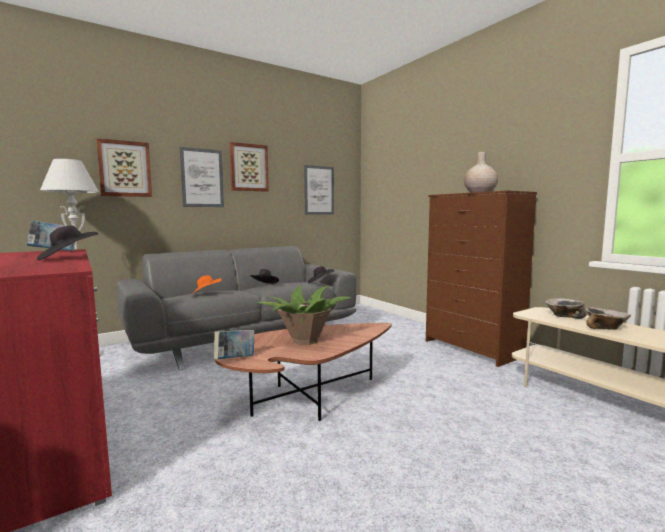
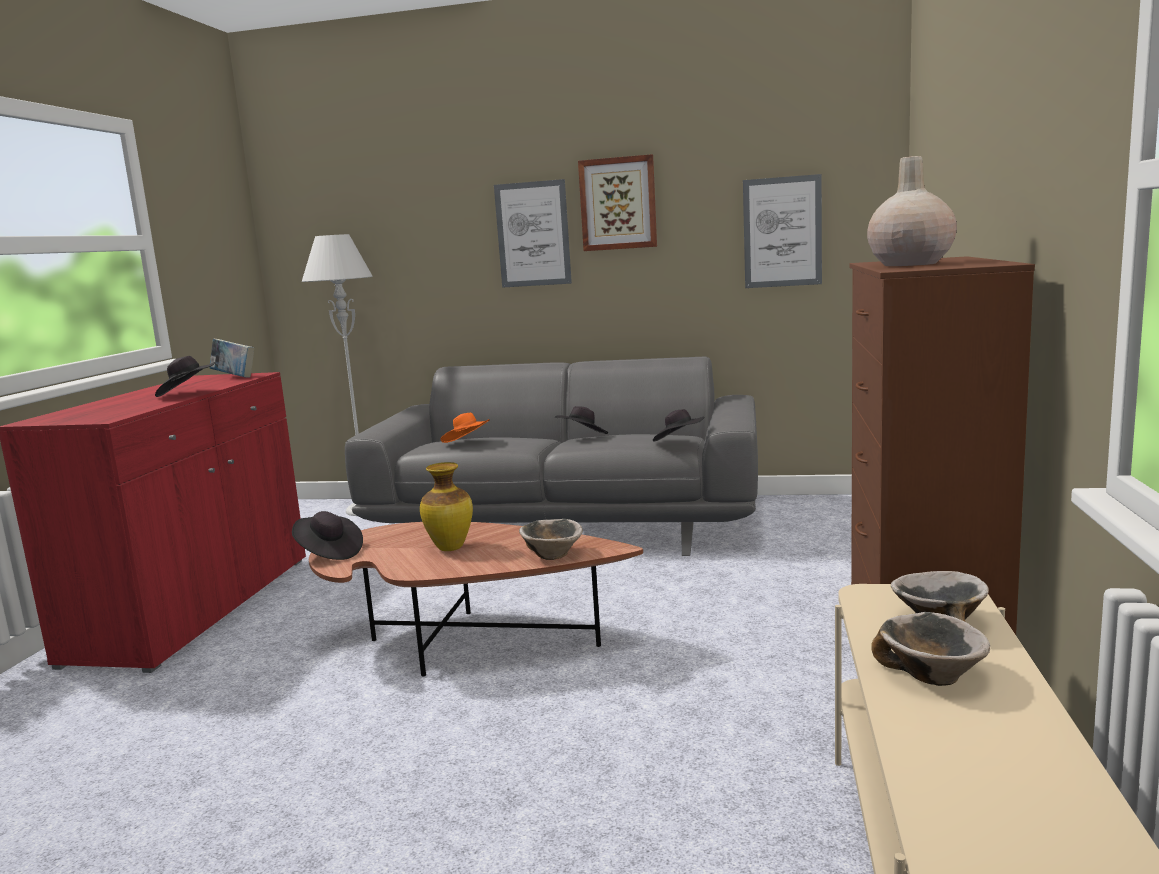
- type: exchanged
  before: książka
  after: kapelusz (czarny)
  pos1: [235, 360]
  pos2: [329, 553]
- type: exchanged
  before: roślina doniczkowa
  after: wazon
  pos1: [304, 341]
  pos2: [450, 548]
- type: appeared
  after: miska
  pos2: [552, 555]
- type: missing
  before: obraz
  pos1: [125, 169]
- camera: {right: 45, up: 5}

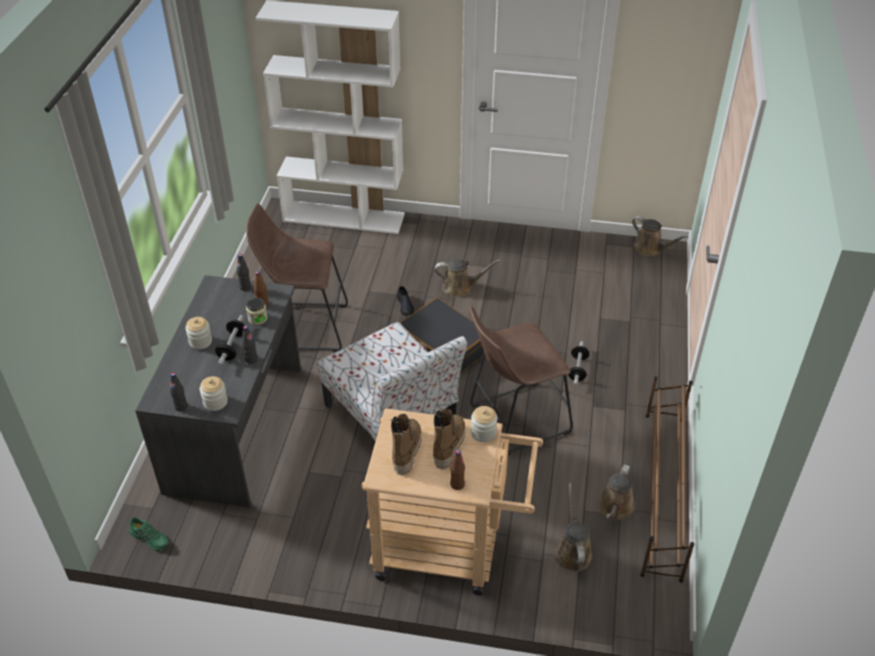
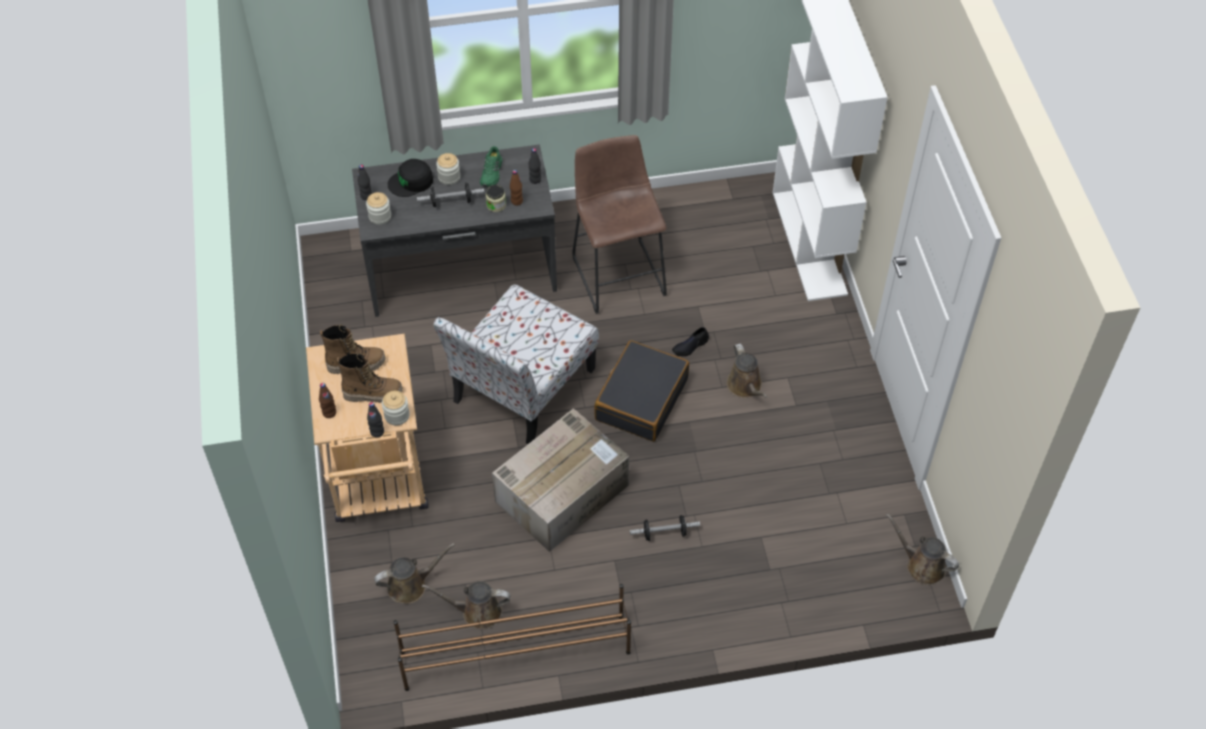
- type: relocated
  before: butelka (czarny)
  pos1: [251, 359]
  pos2: [377, 432]
- type: appeared
  after: czapka z daszkiem (czarny)
  pos2: [411, 182]
- type: relocated
  before: but (zielony)
  pos1: [150, 538]
  pos2: [492, 173]
- type: exchanged
  before: stołek (brązowy)
  after: karton
  pos1: [514, 420]
  pos2: [563, 492]
- type: spun
  before: konewka (brązowy)
  pos1: [650, 248]
  pos2: [922, 565]
  turn: 105
- camera: {right: 70, up: 10}

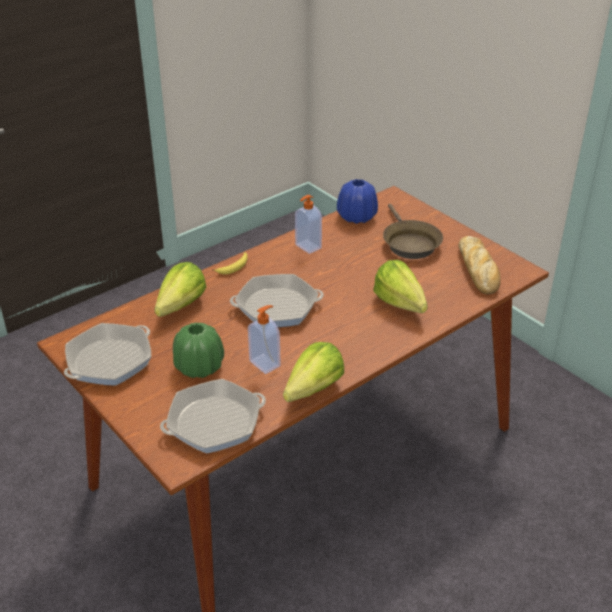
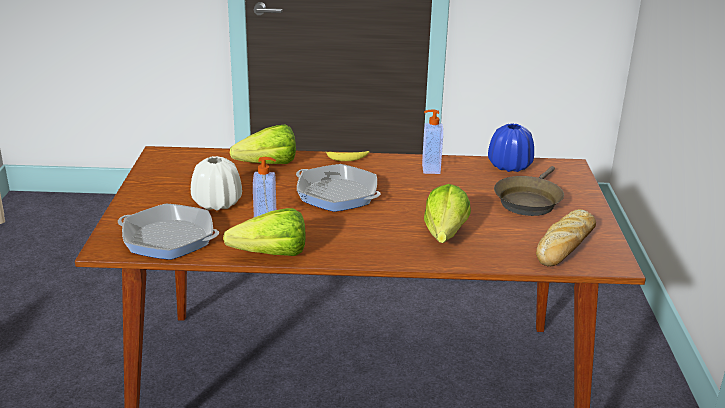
- type: colour
  before: wazon (zielony)
  after: wazon (biały)
  pos1: [199, 367]
  pos2: [217, 203]
- type: missing
  before: patelnia
  pos1: [110, 360]
- camera: {right: 40, up: -10}

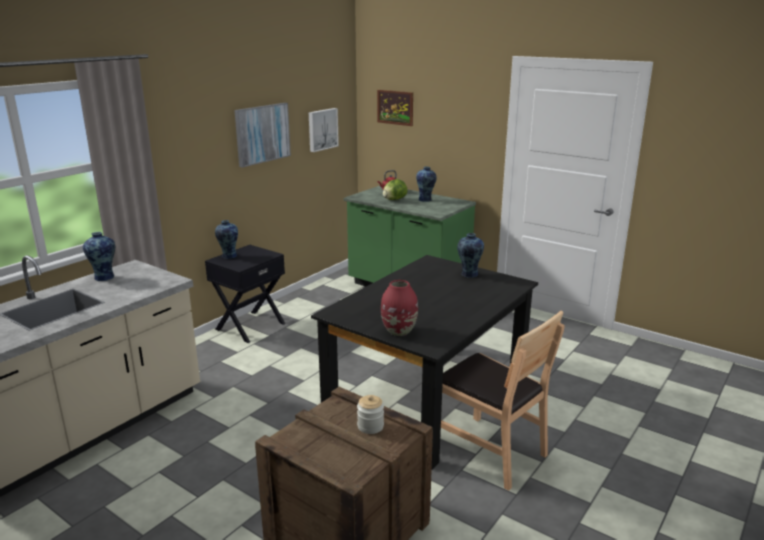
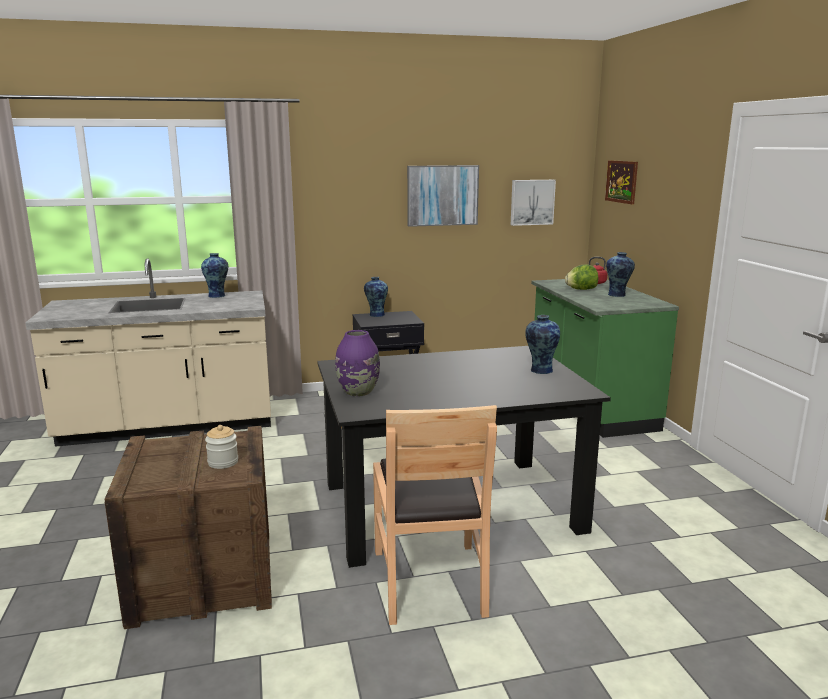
- type: colour
  before: wazon (czerwony)
  after: wazon (fioletowy)
  pos1: [399, 331]
  pos2: [358, 392]
- camera: {right: 40, up: -5}

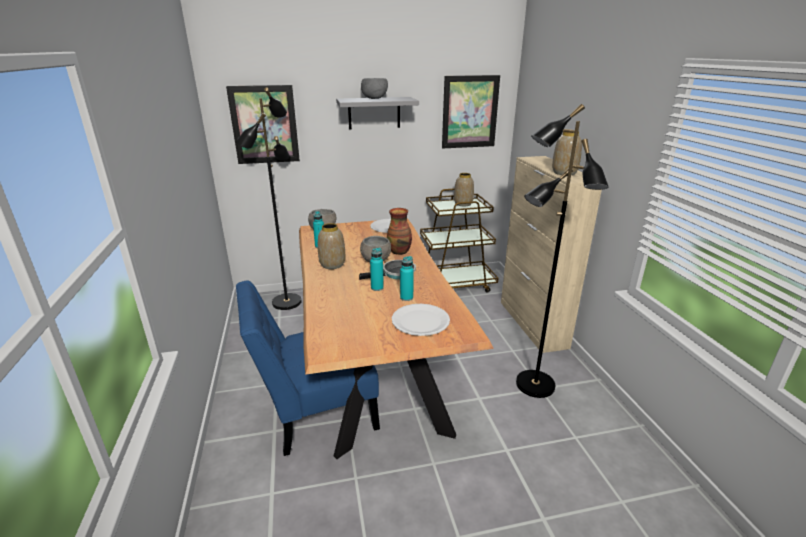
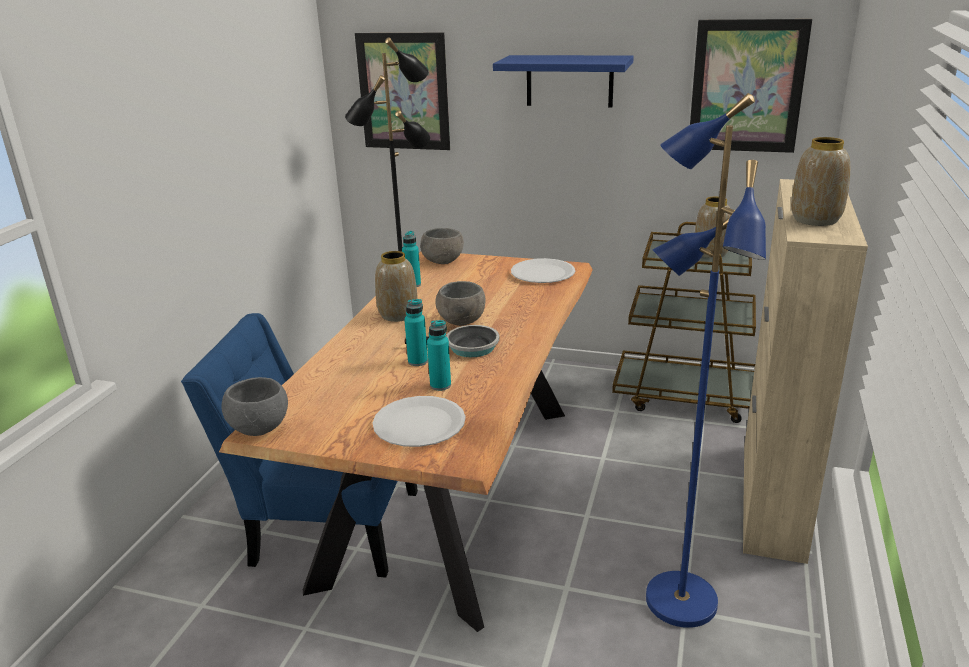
- type: relocated
  before: miska (szary)
  pos1: [374, 98]
  pos2: [259, 428]
- type: colour
  before: półka (szary)
  after: półka (niebieski)
  pos1: [374, 113]
  pos2: [569, 81]
- type: colour
  before: lampa stojąca (czarny)
  after: lampa stojąca (niebieski)
  pos1: [534, 385]
  pos2: [678, 601]
- type: missing
  before: wazon
  pos1: [399, 251]
- camera: {right: 30, up: 0}

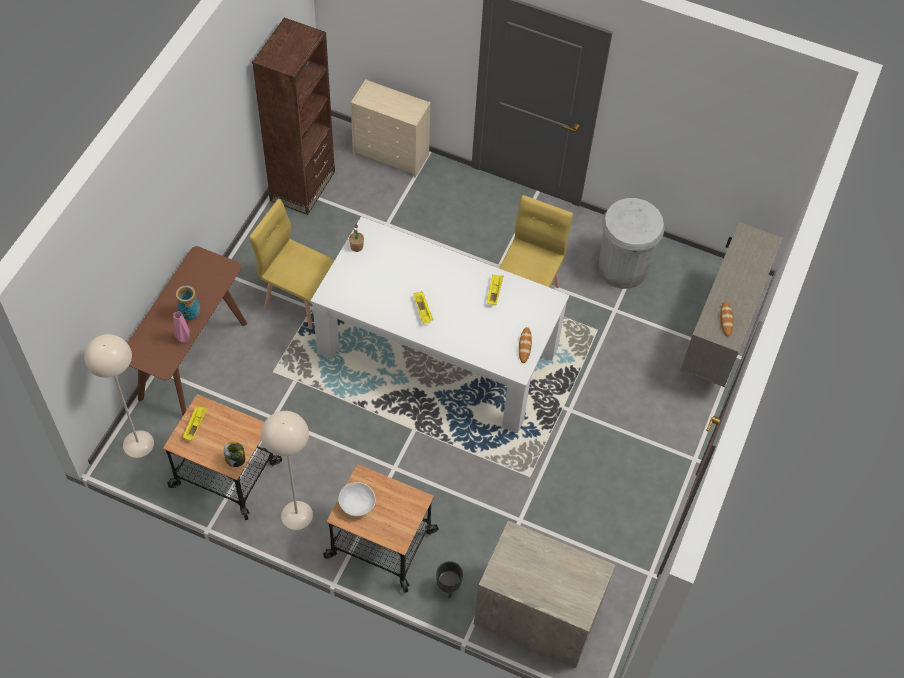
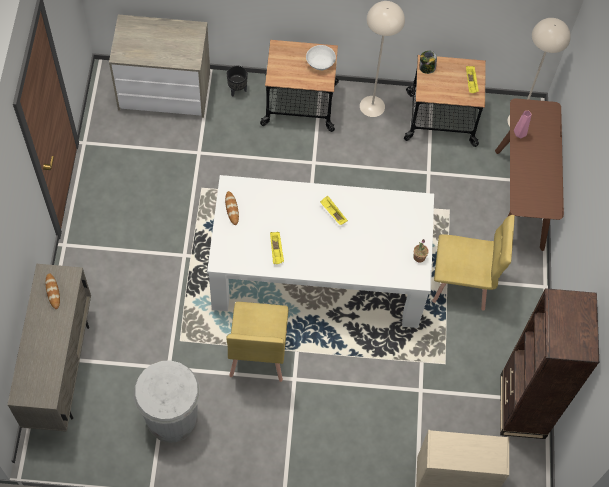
- type: missing
  before: wazon
  pos1: [190, 315]
- camera: {right: 160, up: 5}

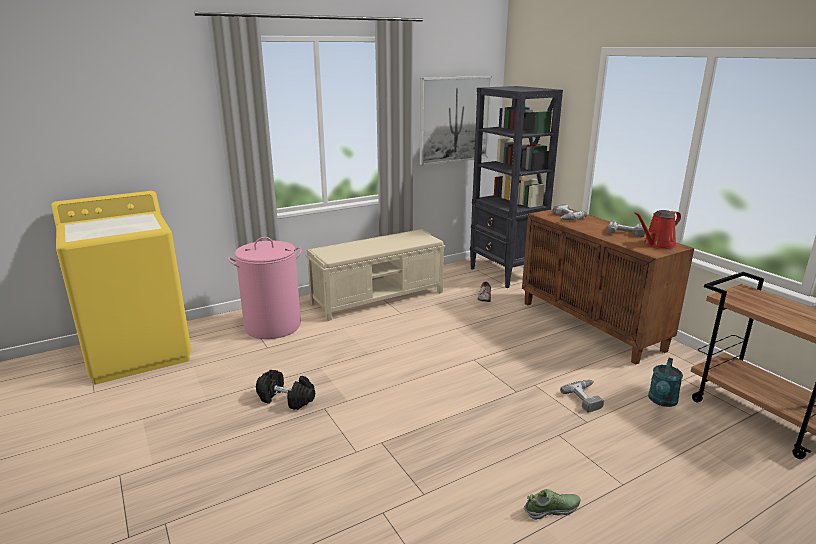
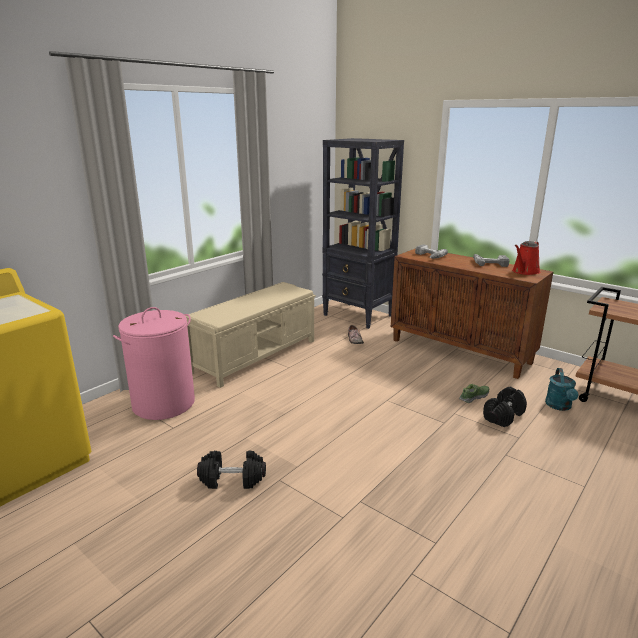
- type: relocated
  before: but
  pos1: [552, 510]
  pos2: [474, 397]
- type: exchanged
  before: wiertarka
  after: hantel (czarny)
  pos1: [587, 398]
  pos2: [503, 416]
- type: missing
  before: obraz
  pos1: [454, 120]
- camera: {right: -20, up: 0}

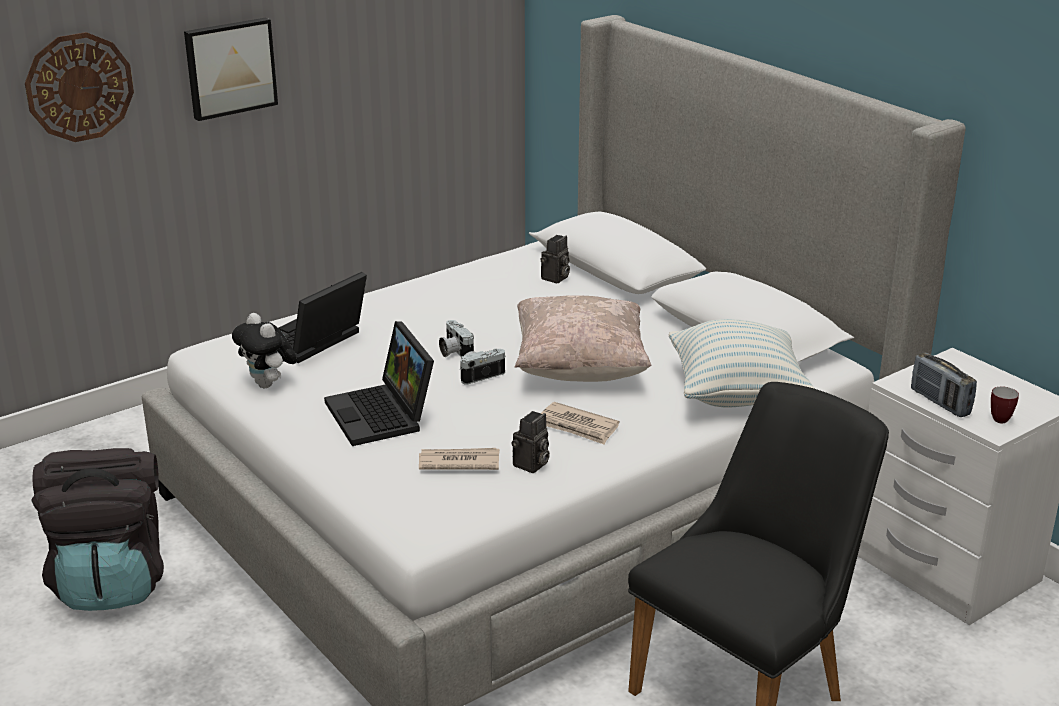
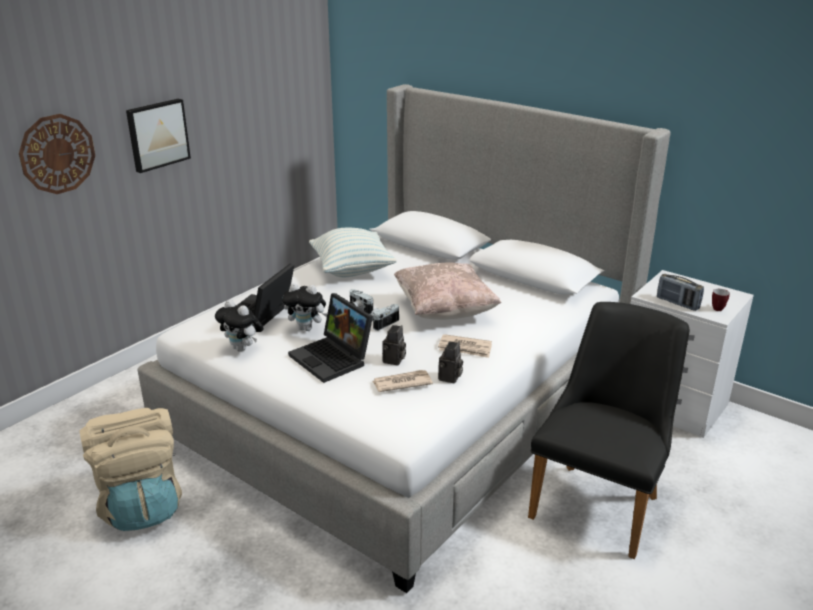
- type: colour
  before: plecak (czarny)
  after: plecak (beżowy)
  pos1: [112, 581]
  pos2: [142, 504]
- type: appeared
  after: pluszak
  pos2: [307, 328]
- type: relocated
  before: poduszka
  pos1: [736, 394]
  pos2: [352, 270]
- type: relocated
  before: aparat fotograficzny
  pos1: [555, 278]
  pos2: [394, 360]
- camera: {right: -15, up: 0}

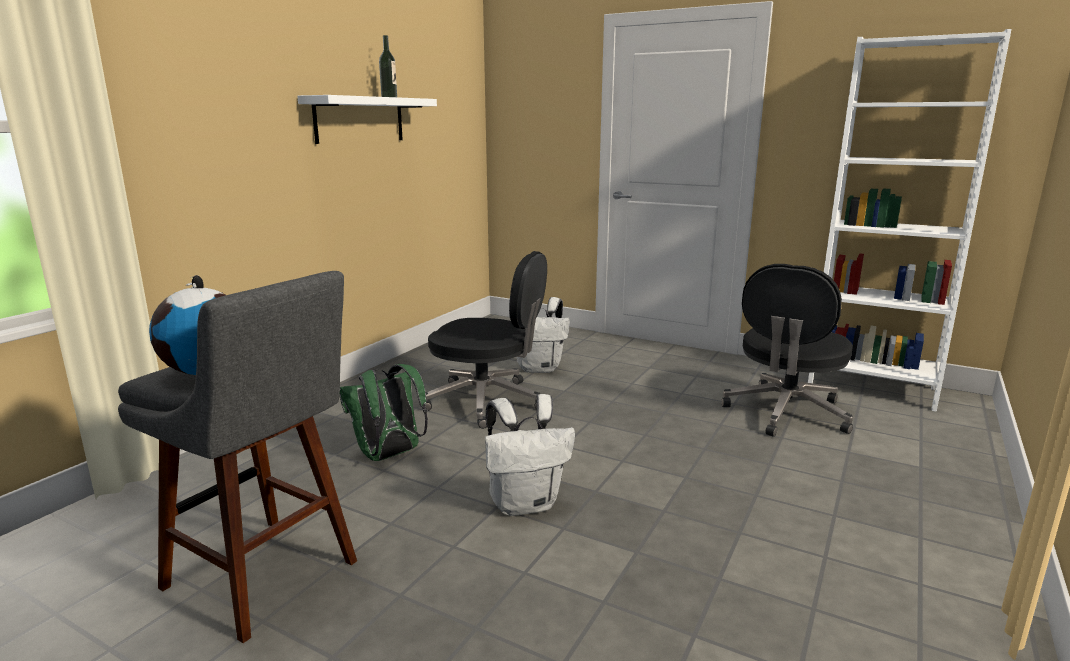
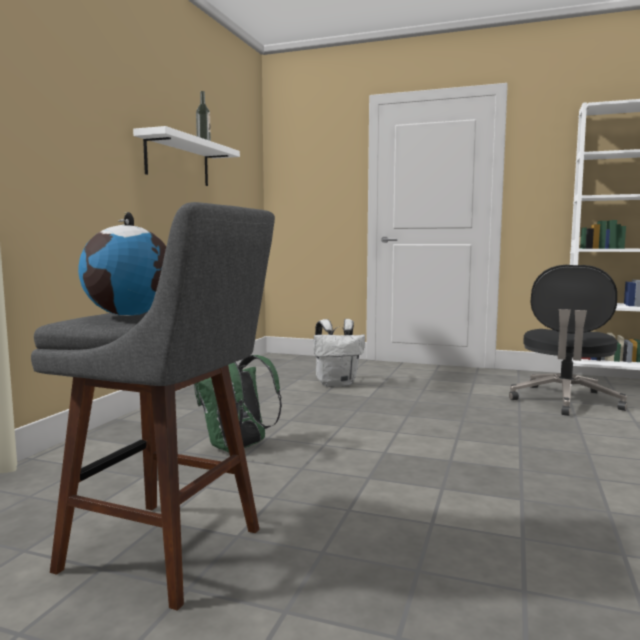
- type: missing
  before: krzesło biurowe (czarny)
  pos1: [487, 402]
- type: missing
  before: plecak (biały)
  pos1: [525, 503]
- camera: {right: -10, up: -10}

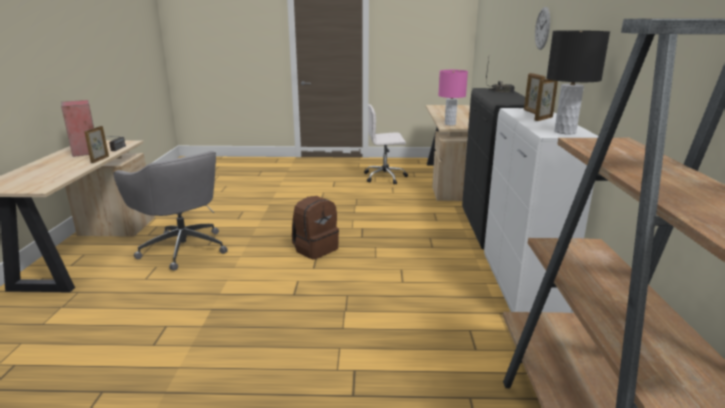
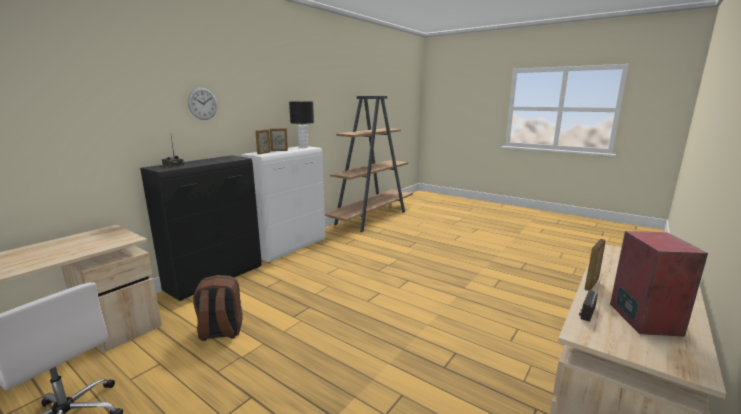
- type: relocated
  before: plecak (brązowy)
  pos1: [315, 249]
  pos2: [221, 332]
- type: missing
  before: krzesło biurowe (szary)
  pos1: [183, 248]
- type: missing
  before: lampa stołowa (różowy)
  pos1: [450, 124]
- camera: {right: -145, up: -5}

